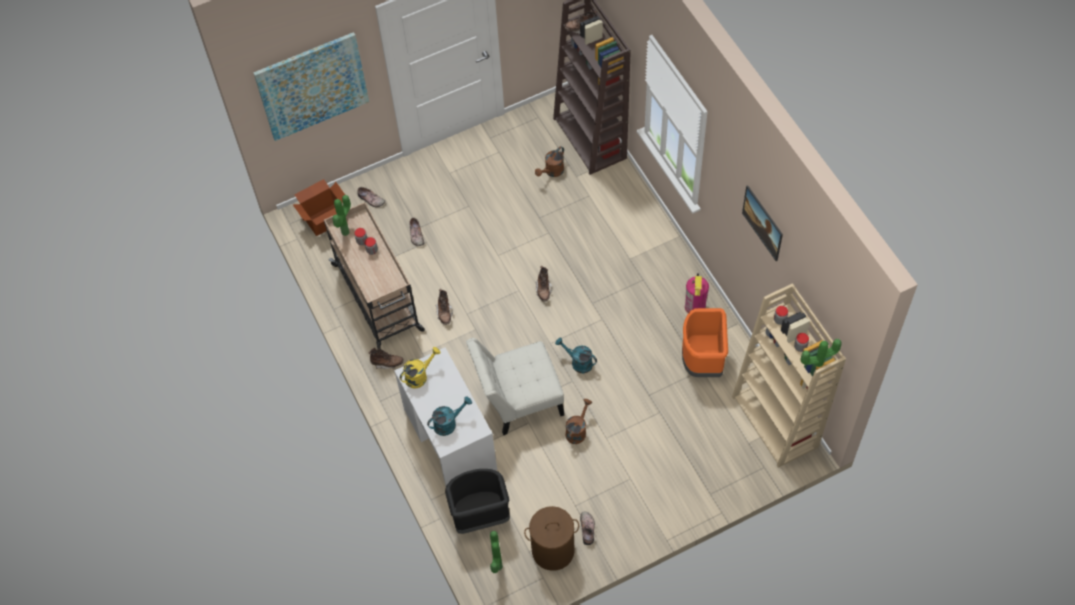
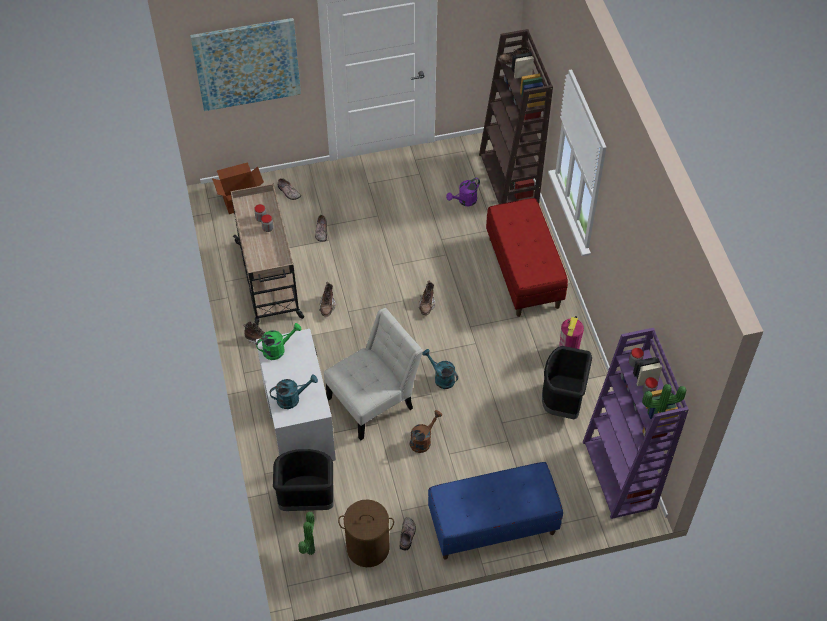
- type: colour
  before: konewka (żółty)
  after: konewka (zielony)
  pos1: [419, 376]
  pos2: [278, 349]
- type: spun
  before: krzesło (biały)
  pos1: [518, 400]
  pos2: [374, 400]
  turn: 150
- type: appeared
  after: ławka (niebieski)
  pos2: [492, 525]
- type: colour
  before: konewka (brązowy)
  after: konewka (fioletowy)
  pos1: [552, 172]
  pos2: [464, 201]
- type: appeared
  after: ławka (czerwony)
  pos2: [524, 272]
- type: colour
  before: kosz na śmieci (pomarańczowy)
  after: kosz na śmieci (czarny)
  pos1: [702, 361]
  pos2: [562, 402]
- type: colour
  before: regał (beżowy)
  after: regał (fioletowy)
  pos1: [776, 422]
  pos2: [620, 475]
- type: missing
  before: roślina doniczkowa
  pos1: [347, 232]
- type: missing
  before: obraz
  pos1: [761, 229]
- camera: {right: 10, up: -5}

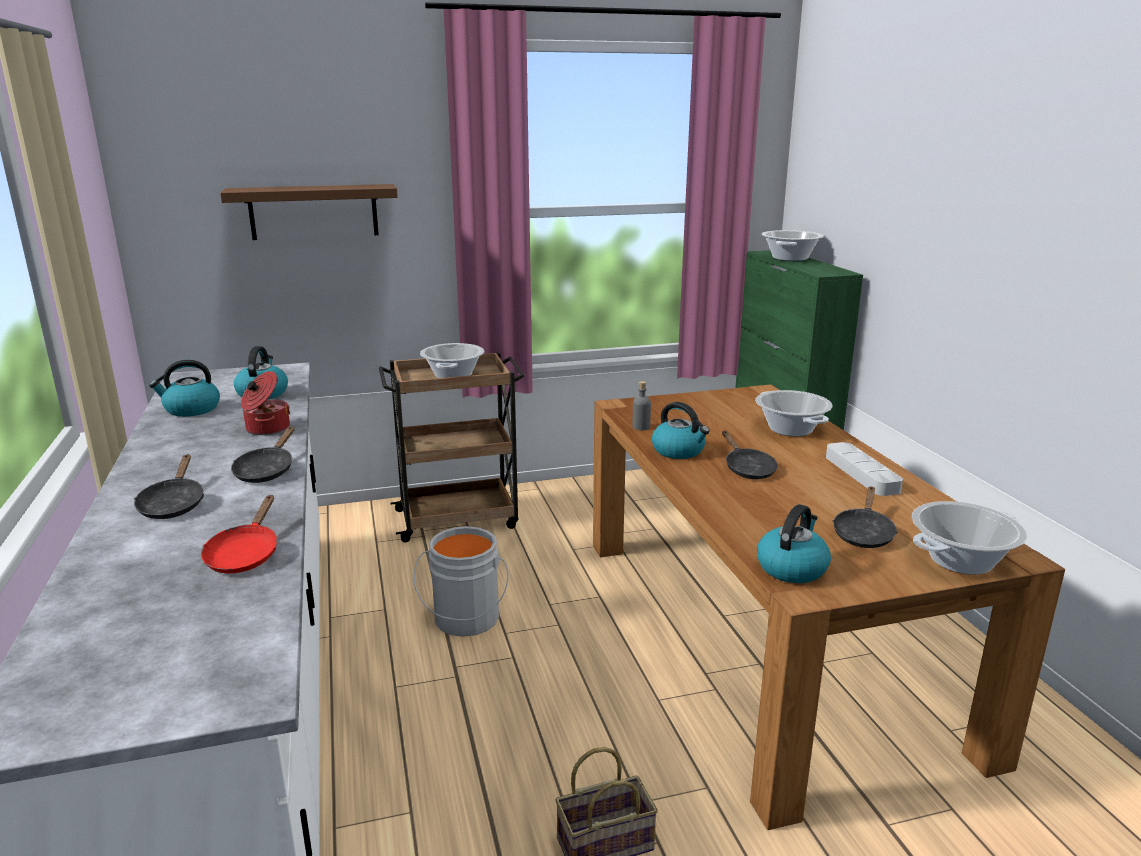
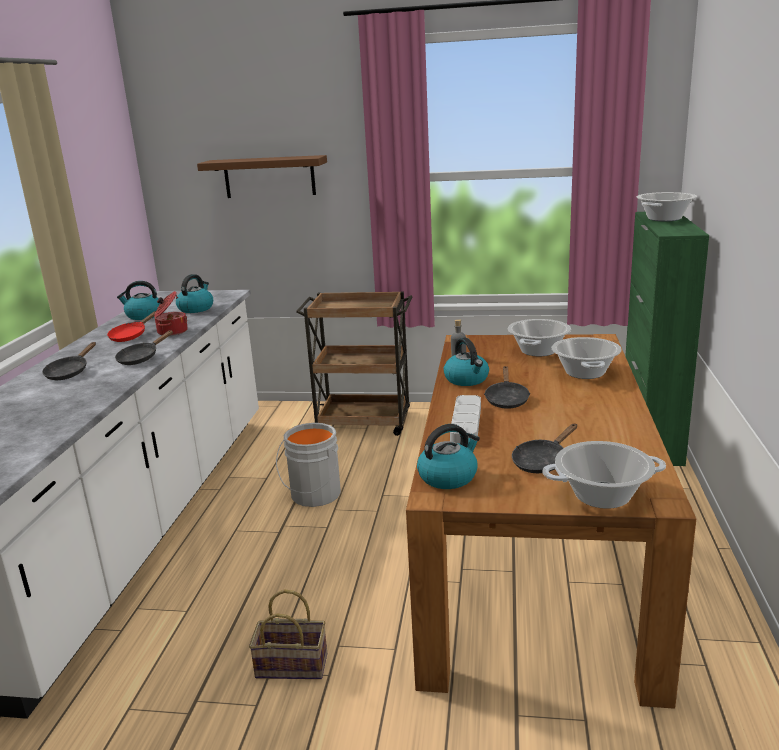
- type: relocated
  before: patelnia (czerwony)
  pos1: [245, 554]
  pos2: [131, 336]
- type: relocated
  before: taca (szary)
  pos1: [861, 473]
  pos2: [466, 424]
- type: relocated
  before: garnek
  pos1: [453, 375]
  pos2: [538, 351]
- camera: {right: 25, up: 0}

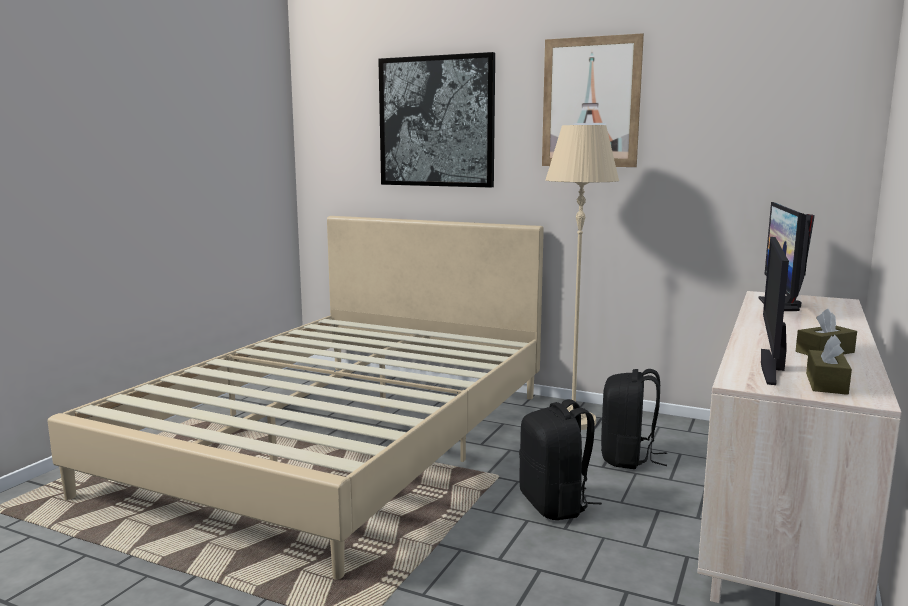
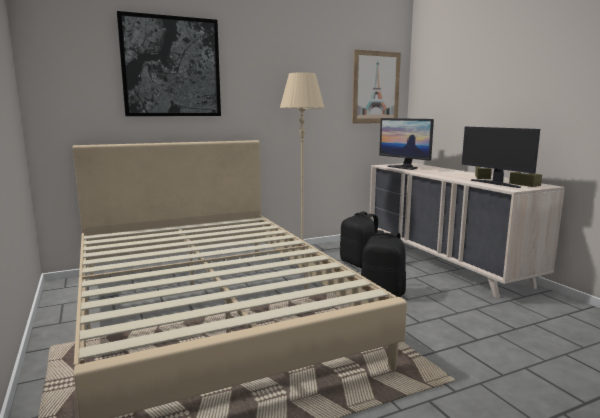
- type: relocated
  before: obraz
  pos1: [590, 102]
  pos2: [376, 87]
- camera: {right: -50, up: 0}

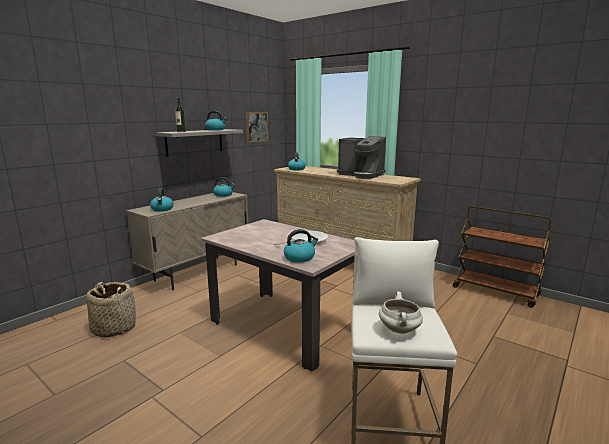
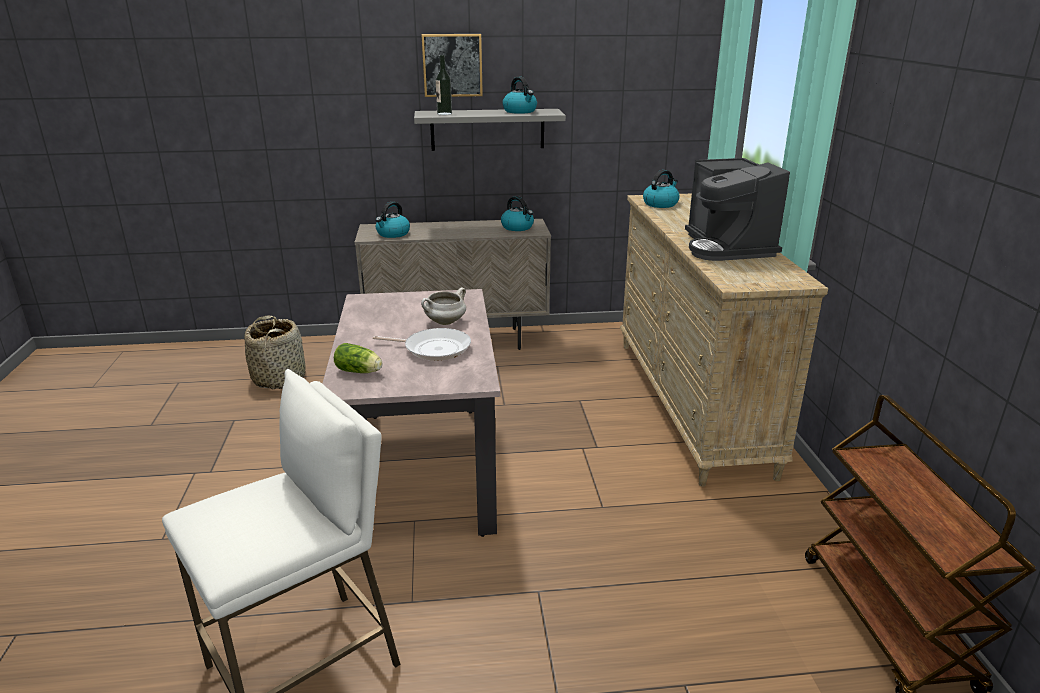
- type: exchanged
  before: czajnik
  after: sałata
  pos1: [300, 258]
  pos2: [360, 371]
- type: relocated
  before: obraz
  pos1: [256, 127]
  pos2: [452, 65]
- type: relocated
  before: garnek (biały)
  pos1: [400, 330]
  pos2: [445, 322]
- camera: {right: 45, up: 10}

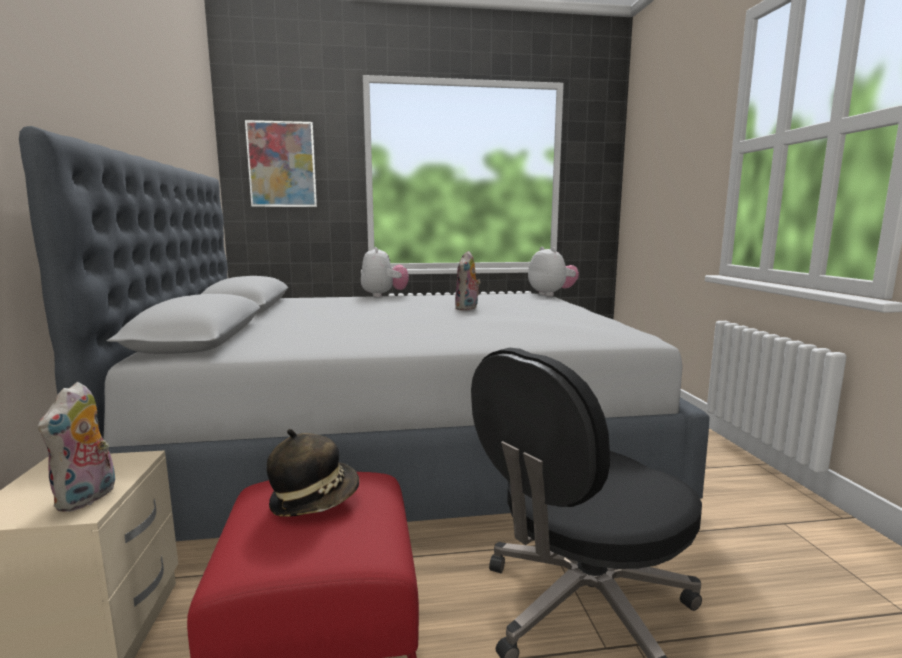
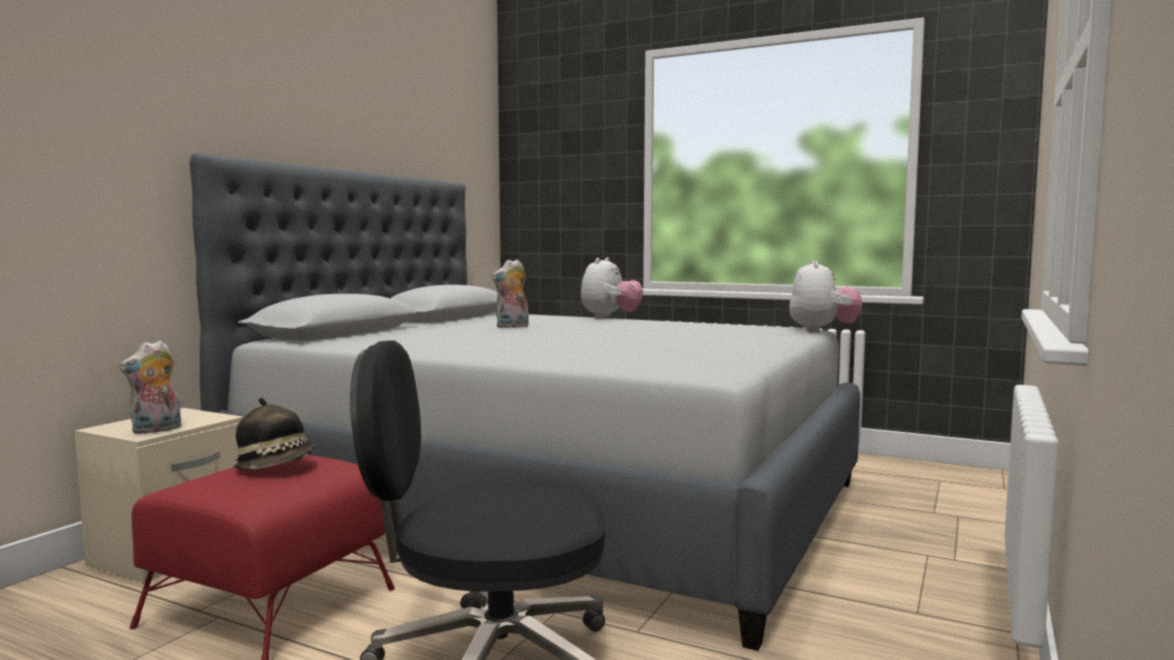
- type: relocated
  before: pluszak
  pos1: [467, 308]
  pos2: [512, 327]
- type: missing
  before: obraz
  pos1: [282, 164]
- camera: {right: 35, up: -5}

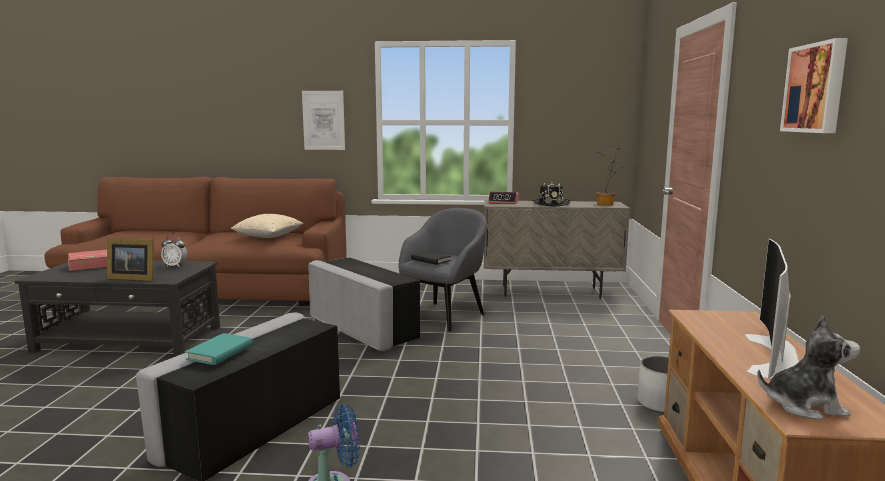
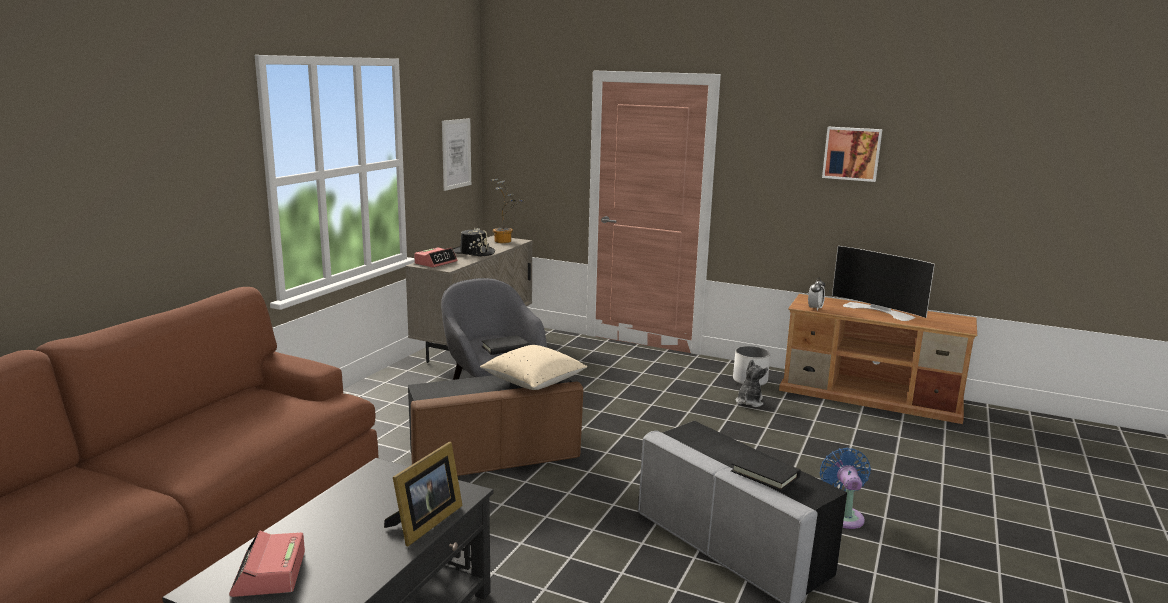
- type: colour
  before: pufa (szary)
  after: pufa (brązowy)
  pos1: [362, 328]
  pos2: [494, 457]
- type: relocated
  before: obraz
  pos1: [323, 120]
  pos2: [456, 153]
- type: relocated
  before: poduszka (beżowy)
  pos1: [268, 236]
  pos2: [533, 382]
- type: colour
  before: książka (turkusowy)
  after: książka (czarny)
  pos1: [220, 352]
  pos2: [765, 474]
- type: relocated
  before: pluszak
  pos1: [803, 406]
  pos2: [749, 402]
- type: relocated
  before: budzik
  pos1: [175, 266]
  pos2: [815, 308]
- camera: {right: -70, up: 5}

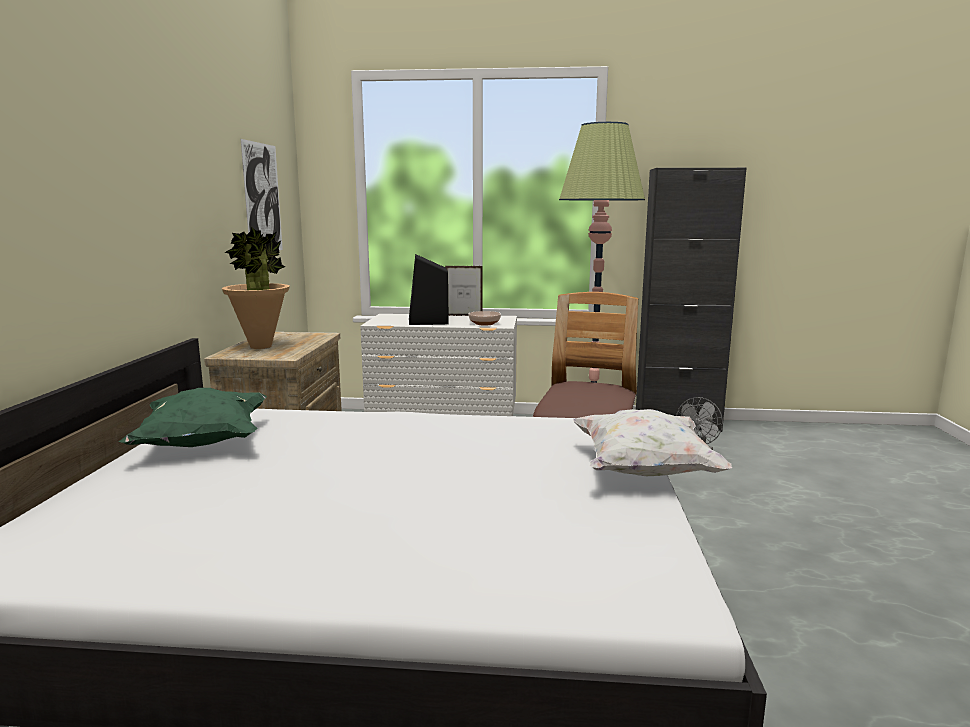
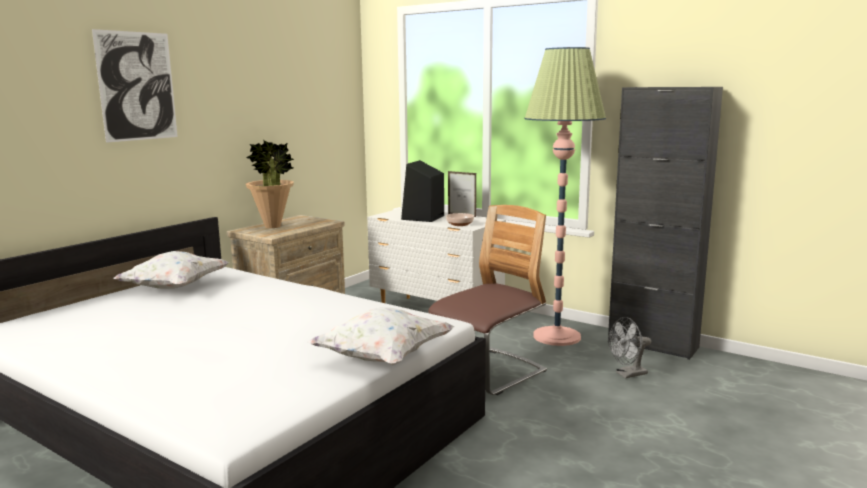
- type: relocated
  before: obraz
  pos1: [263, 198]
  pos2: [137, 86]
- type: colour
  before: poduszka (zielony)
  after: poduszka (biały)
  pos1: [203, 443]
  pos2: [174, 288]
- camera: {right: 30, up: 0}

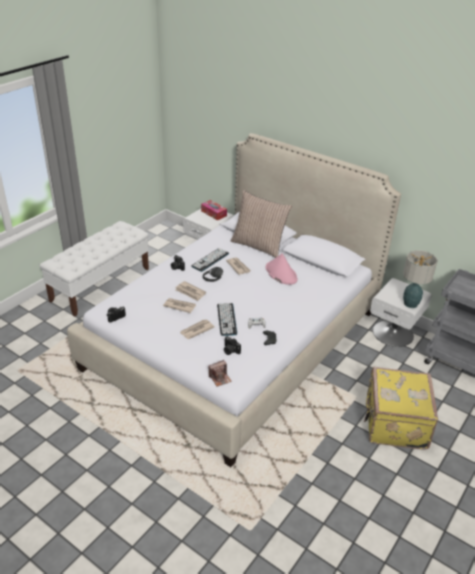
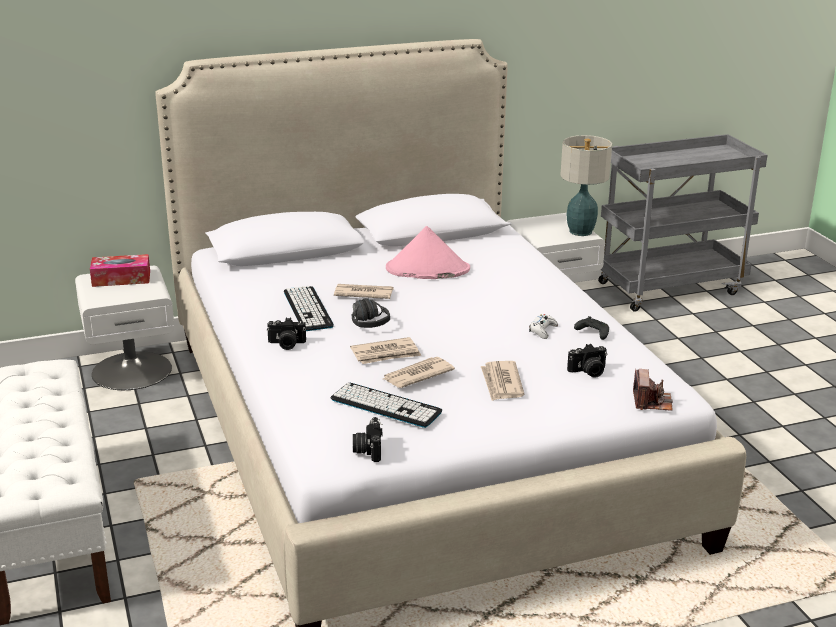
- type: relocated
  before: klawiatura
  pos1: [226, 319]
  pos2: [386, 406]
- type: missing
  before: poduszka
  pos1: [258, 245]
- type: missing
  before: walizka (żółty)
  pos1: [394, 423]
- camera: {right: -55, up: -10}

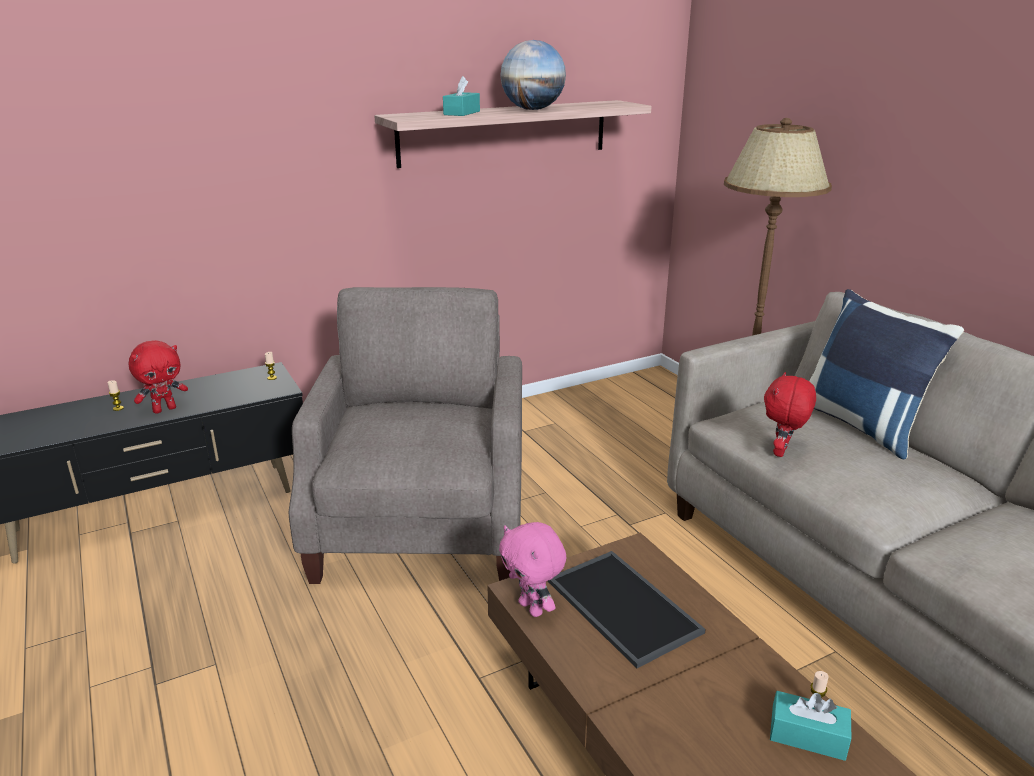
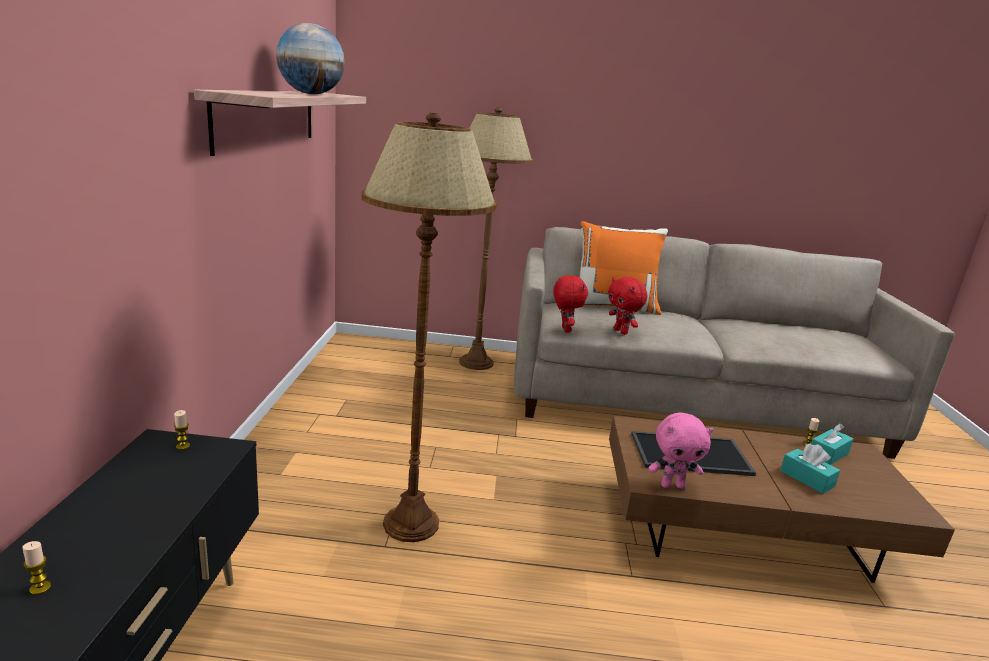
- type: exchanged
  before: fotel (beżowy)
  after: lampa stojąca (brązowy)
  pos1: [422, 528]
  pos2: [411, 523]
- type: relocated
  before: pluszak (czerwony)
  pos1: [164, 409]
  pos2: [564, 329]
- type: colour
  before: poduszka (niebieski)
  after: poduszka (pomarańczowy)
  pos1: [862, 424]
  pos2: [613, 306]
- type: relocated
  before: pudełko chusteczek (turkusowy)
  pos1: [462, 113]
  pos2: [807, 479]
- camera: {right: -60, up: -5}

